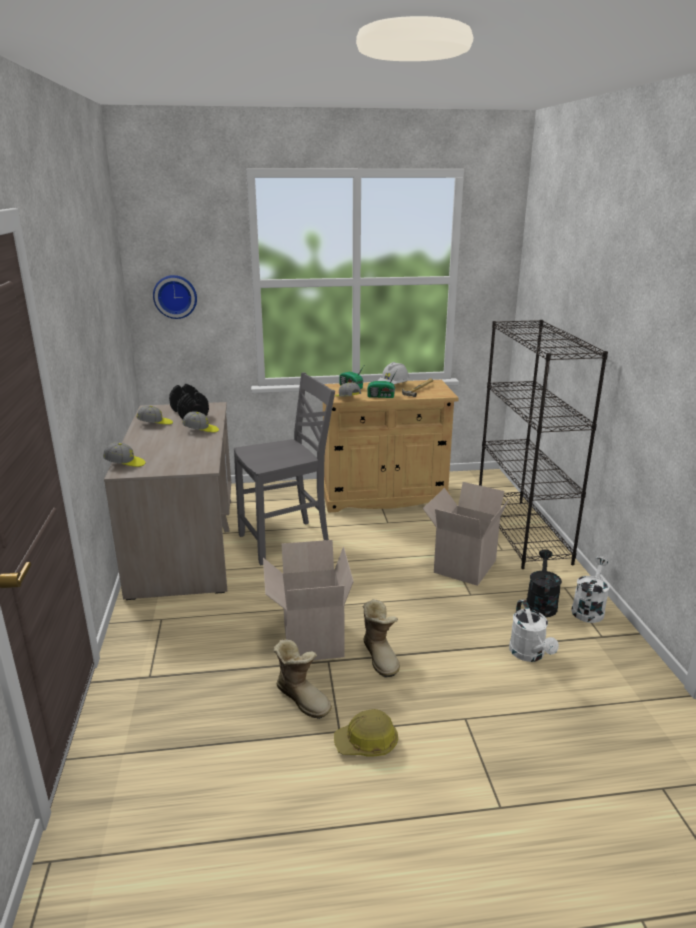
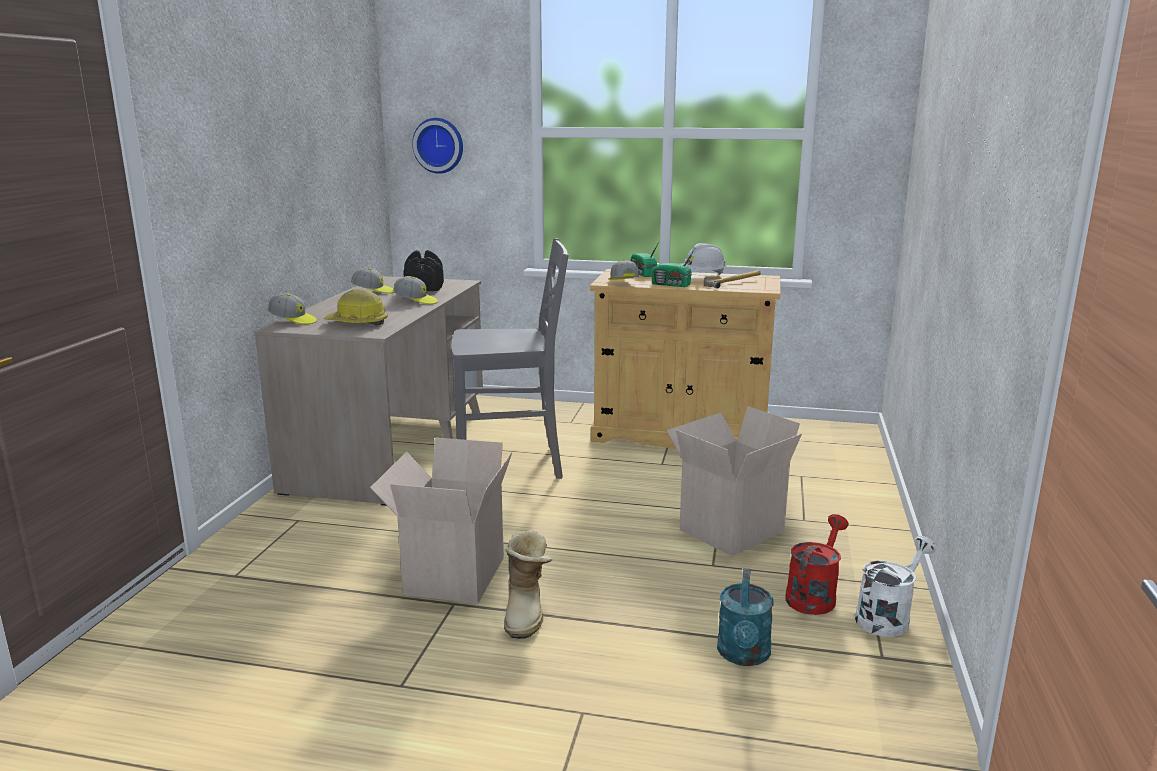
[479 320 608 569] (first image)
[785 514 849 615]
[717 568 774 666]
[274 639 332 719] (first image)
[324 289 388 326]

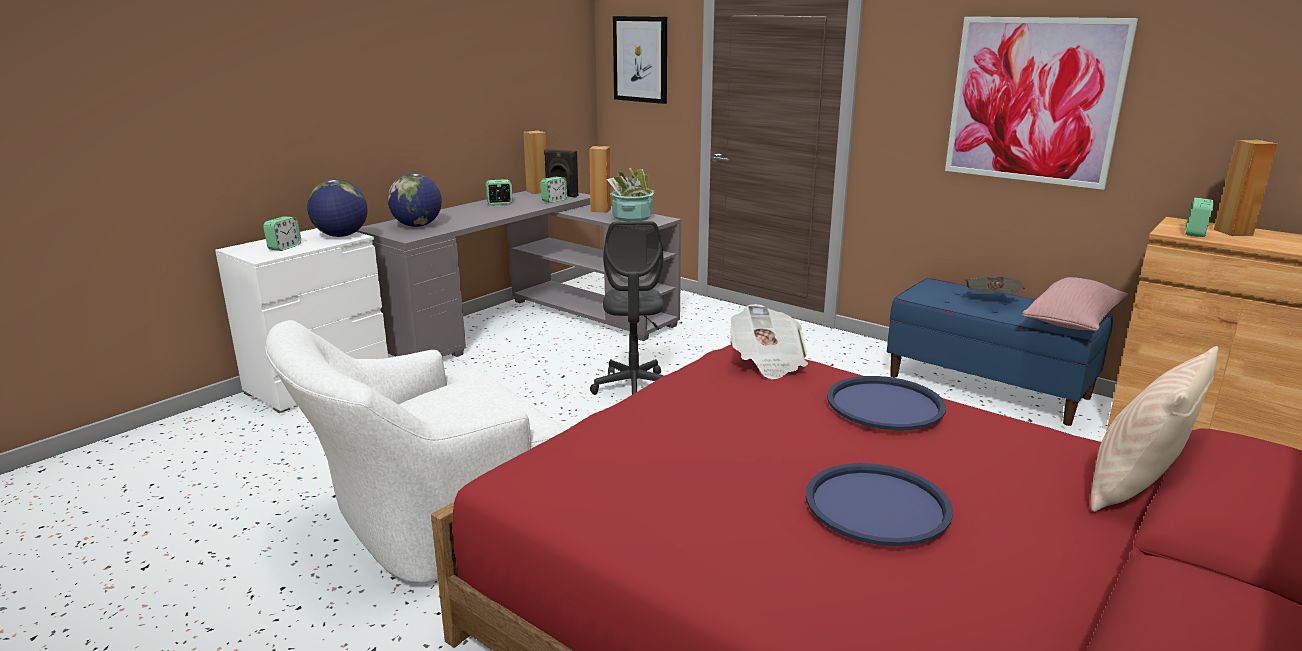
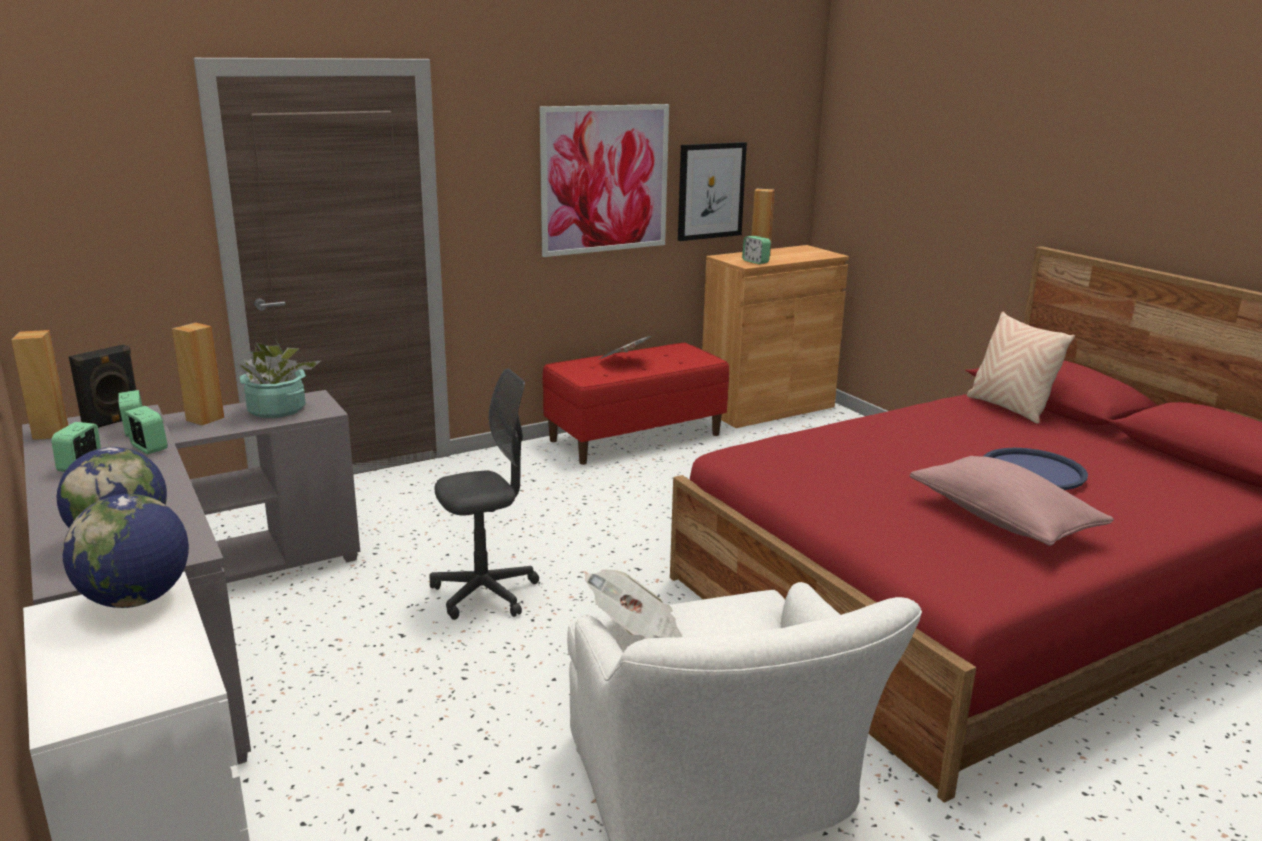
[678 142 747 241]
[124 406 168 454]
[429 368 539 620]
[909 456 1114 546]
[543 343 729 465]
[585 570 683 638]
[827 376 946 430] (first image)

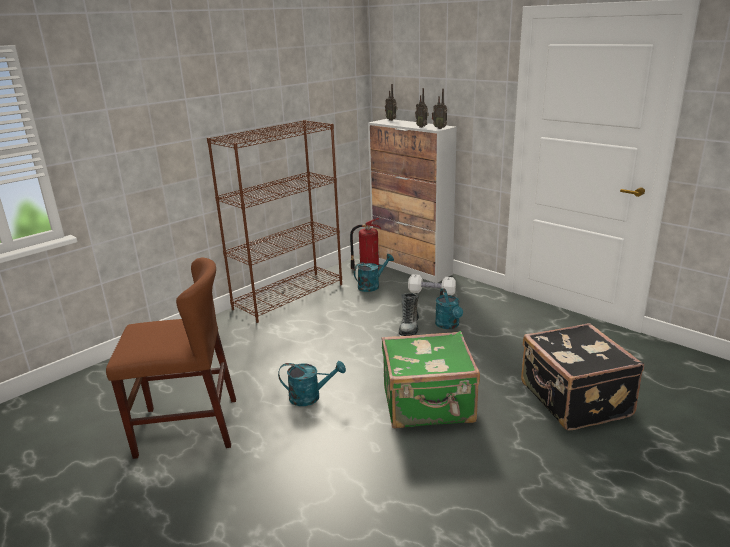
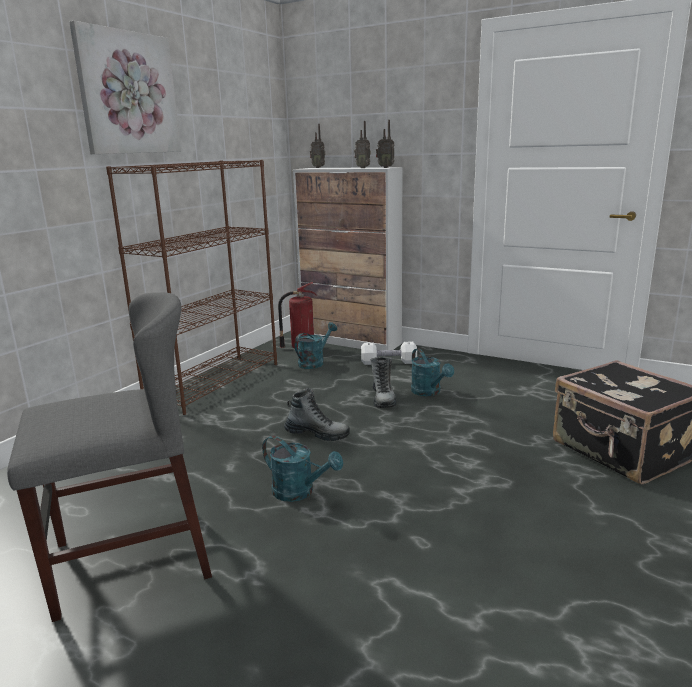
[7 292 212 622]
[382 331 480 429] (first image)
[262 436 343 502]
[69 21 181 154]
[284 388 350 441]

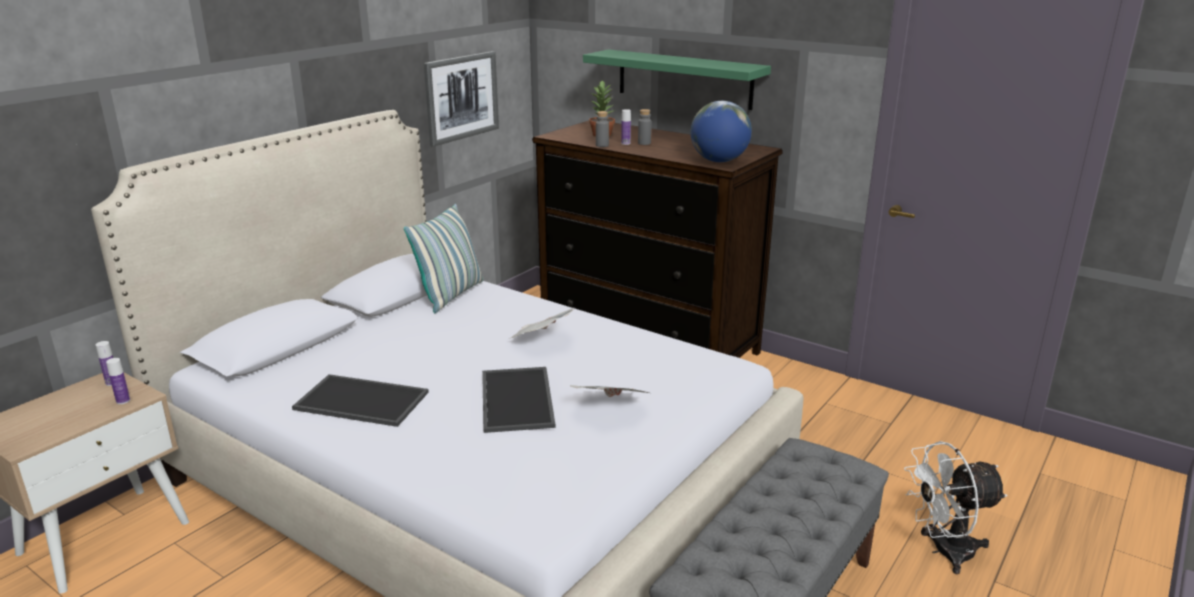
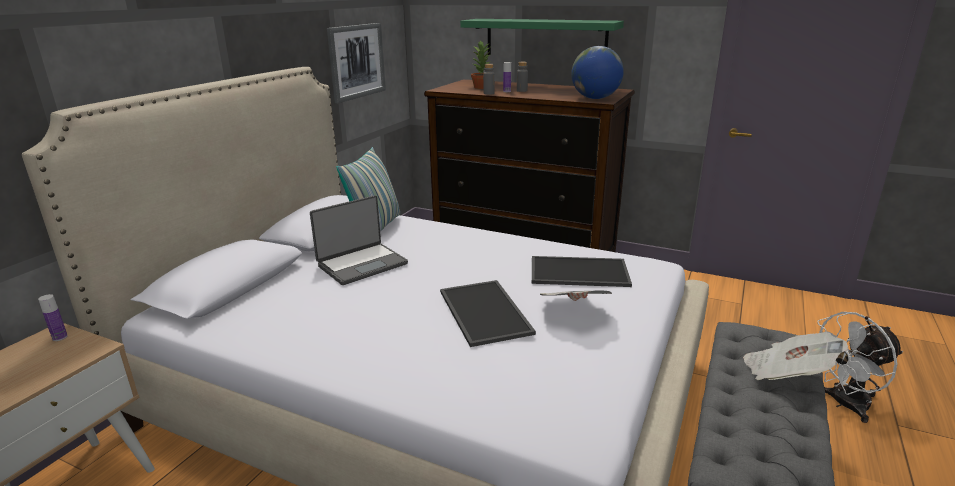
[743 332 848 380]
[106 358 130 404] (first image)
[532 256 632 287]
[310 195 408 285]

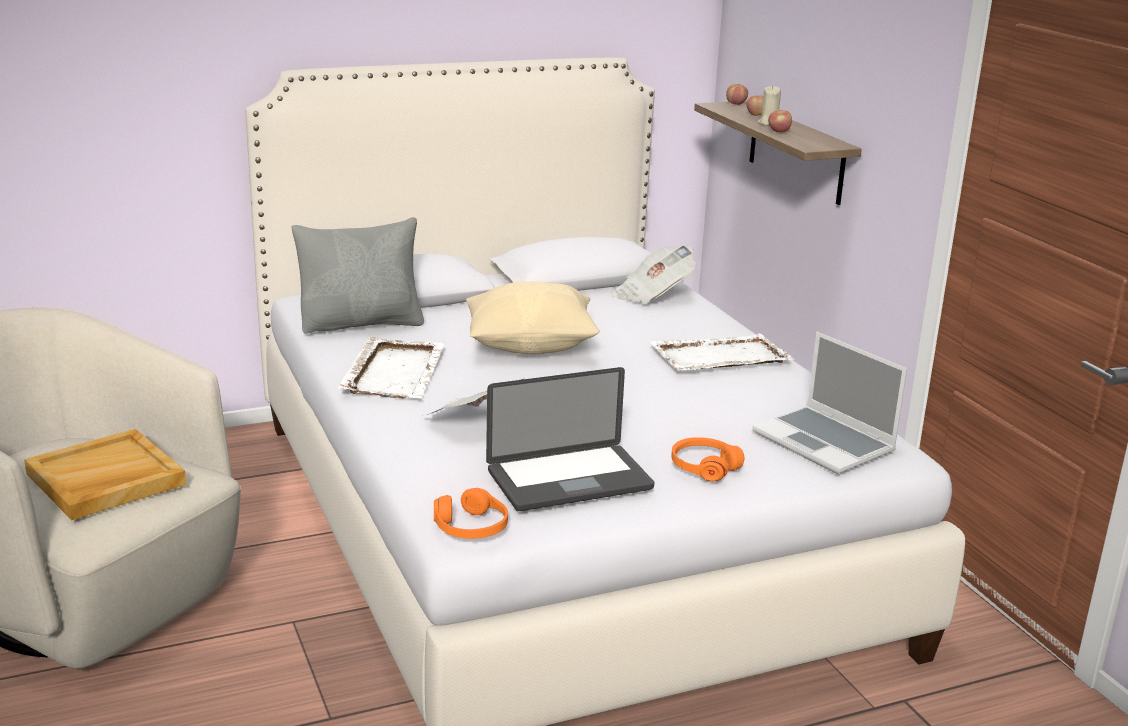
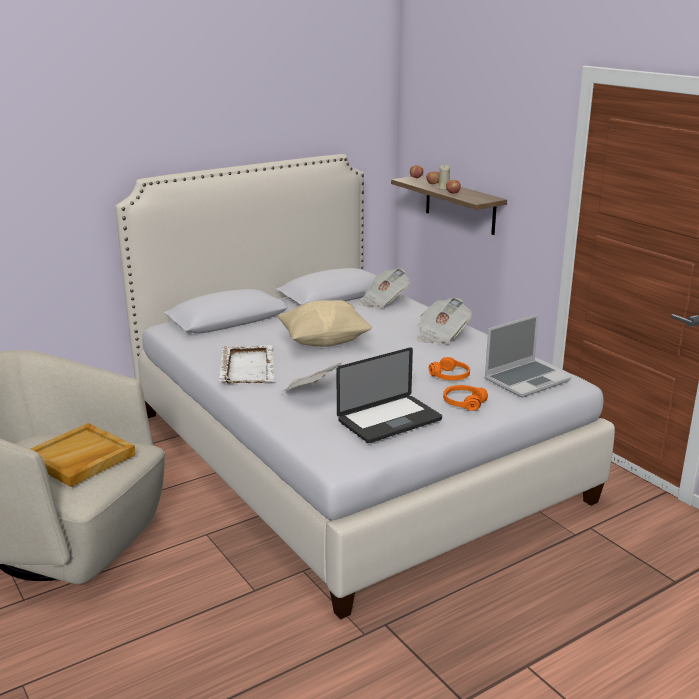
[291 217 424 334] (first image)
[484 314 571 398]
[417 298 472 343]
[429 357 470 380]

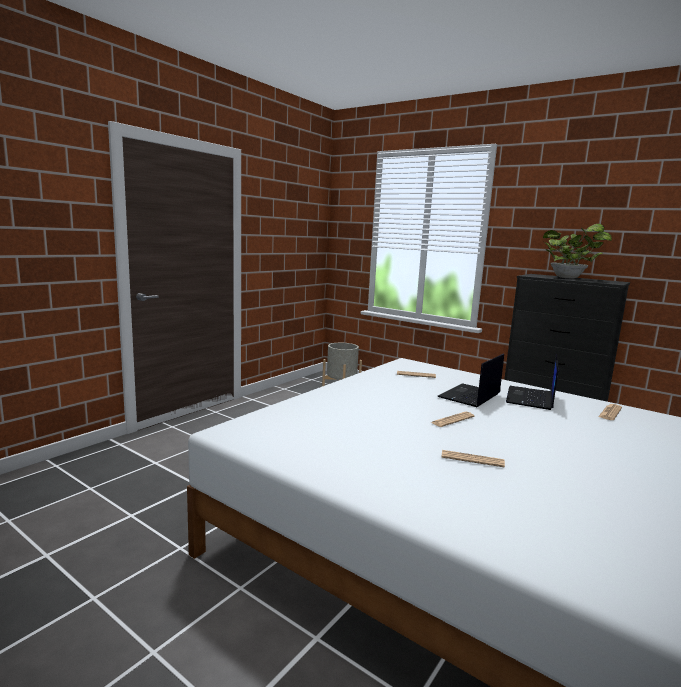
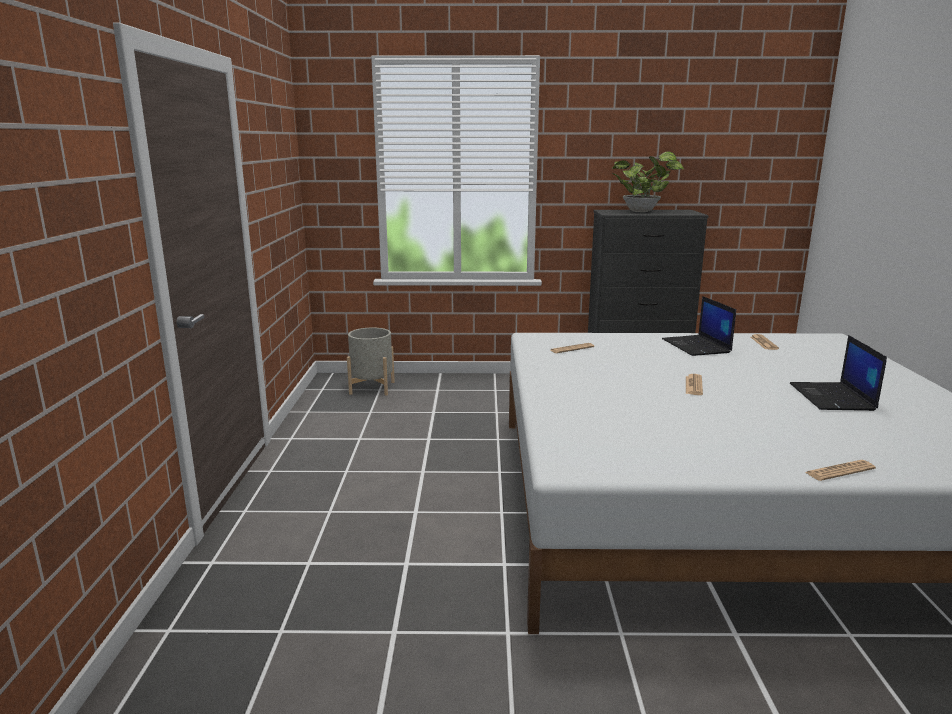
[790 335 887 411]
[805 460 876 481]

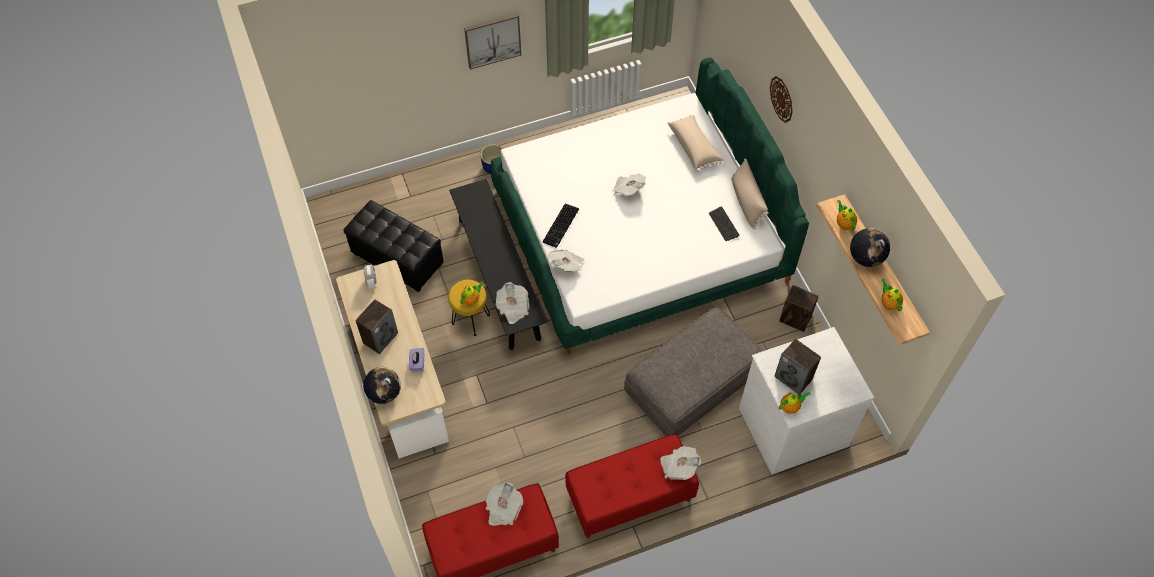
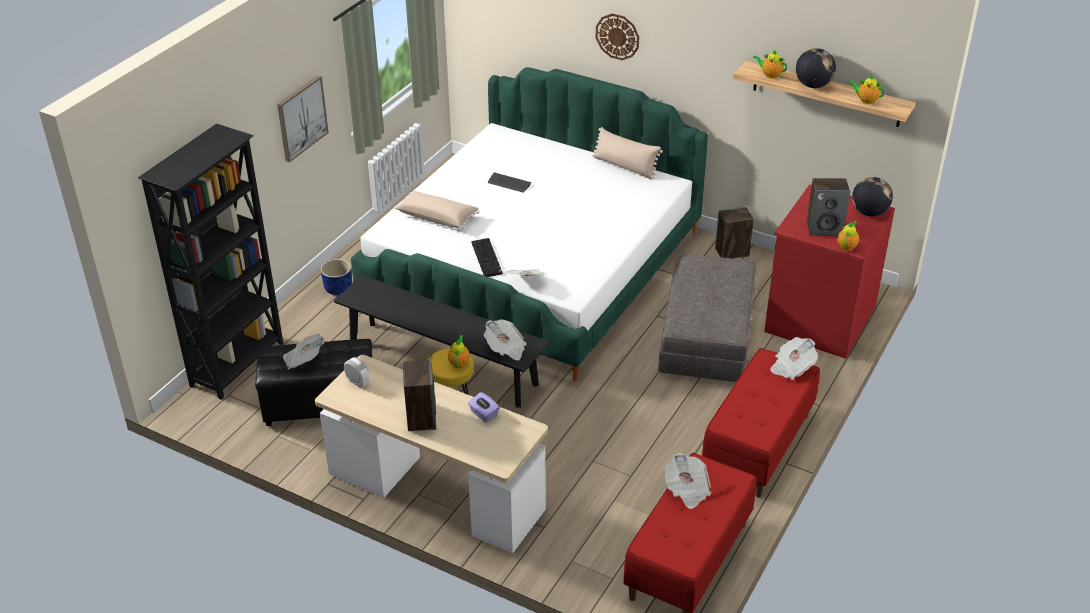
[394 191 479 228]
[283 333 325 370]
[488 172 531 193]
[764 184 895 358]
[852 177 893 216]
[138 124 283 400]

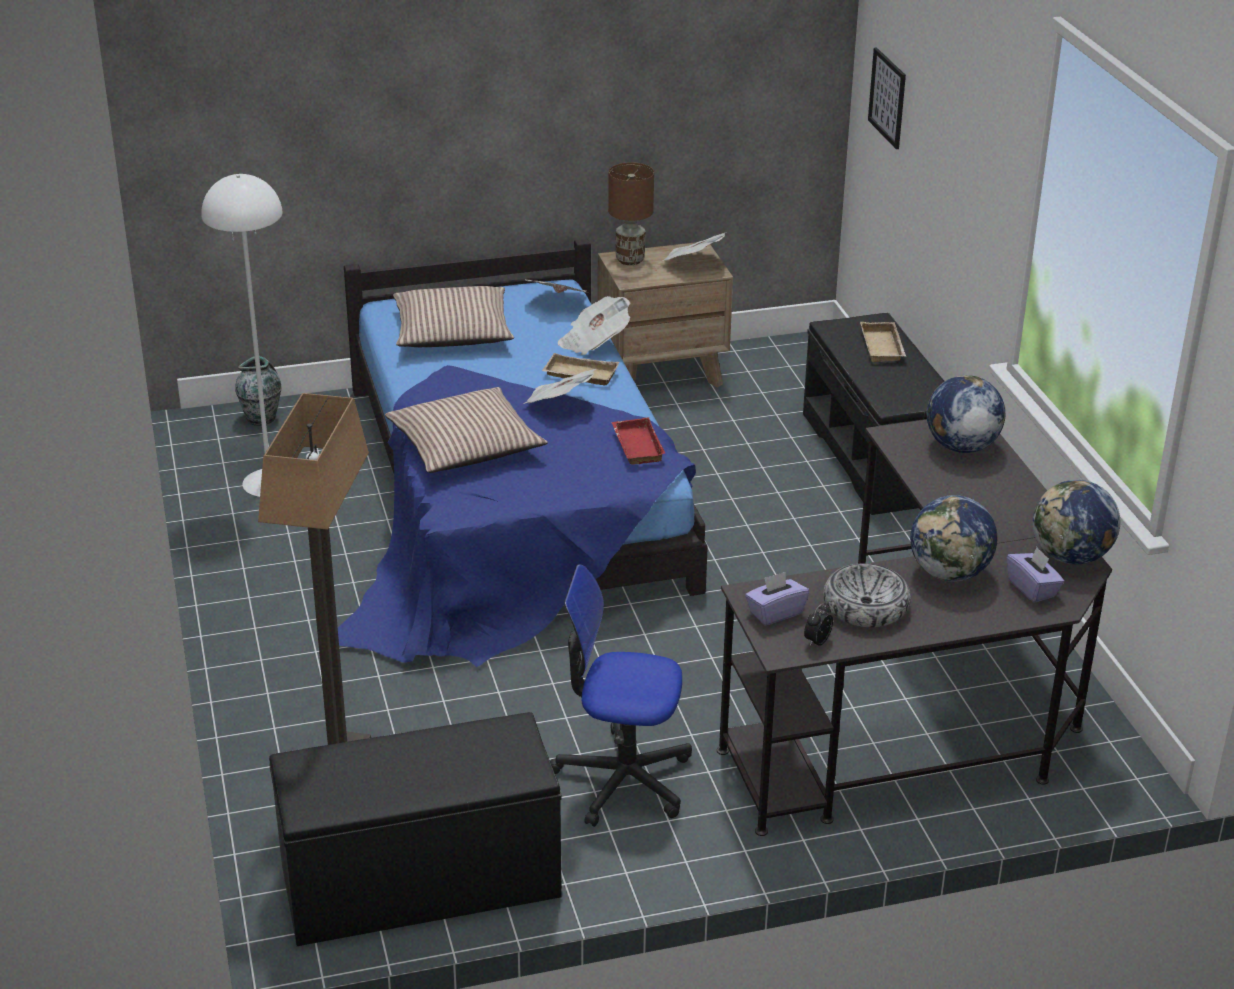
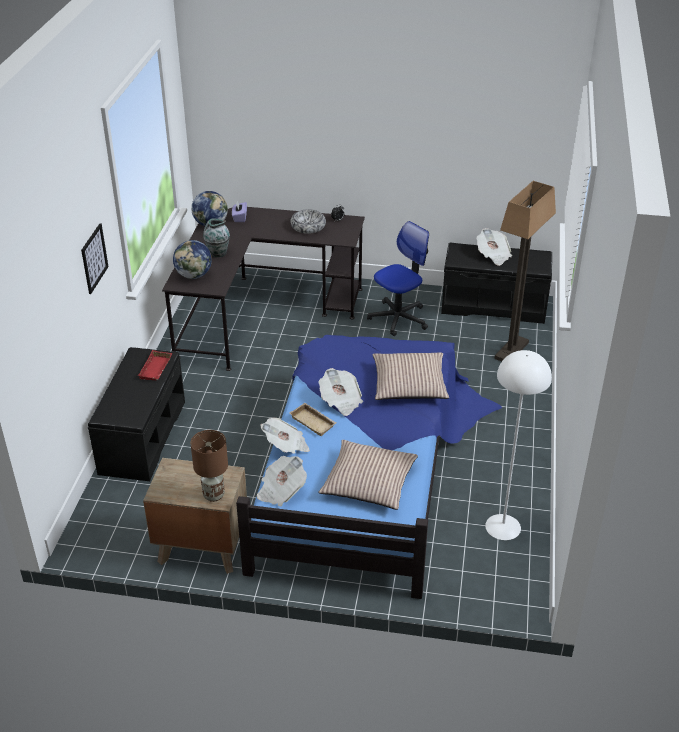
[81 223 109 294]
[476 228 512 266]
[860 322 906 362] (first image)
[203 218 230 257]
[138 350 172 381]
[910 495 997 582] (first image)
[367 221 429 336]
[745 572 809 625] (first image)

